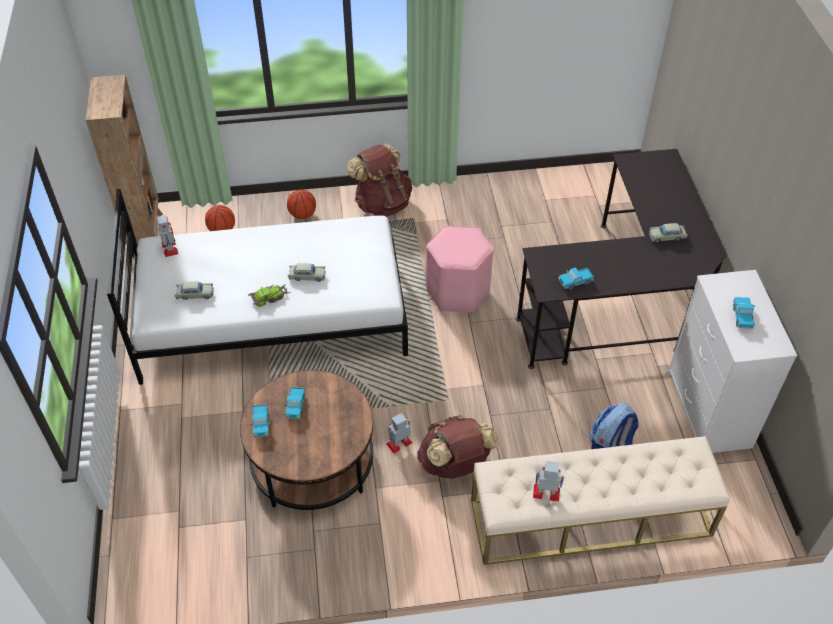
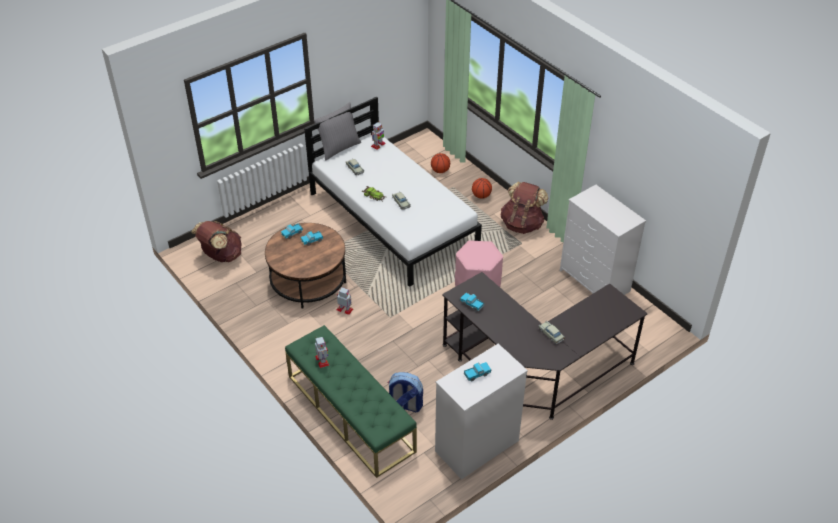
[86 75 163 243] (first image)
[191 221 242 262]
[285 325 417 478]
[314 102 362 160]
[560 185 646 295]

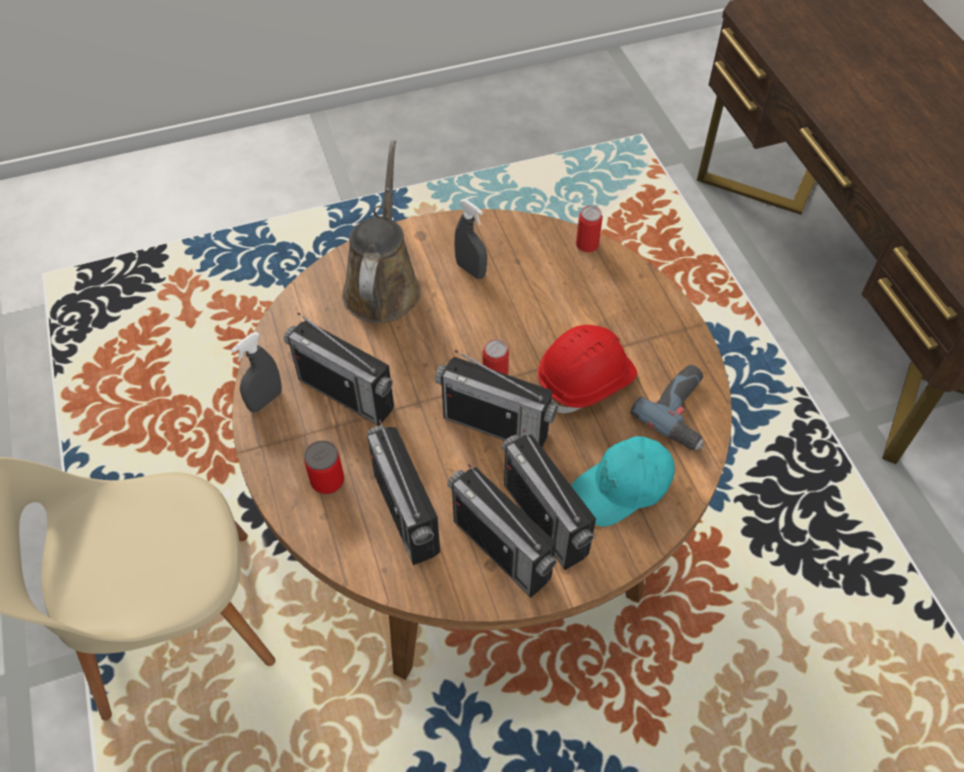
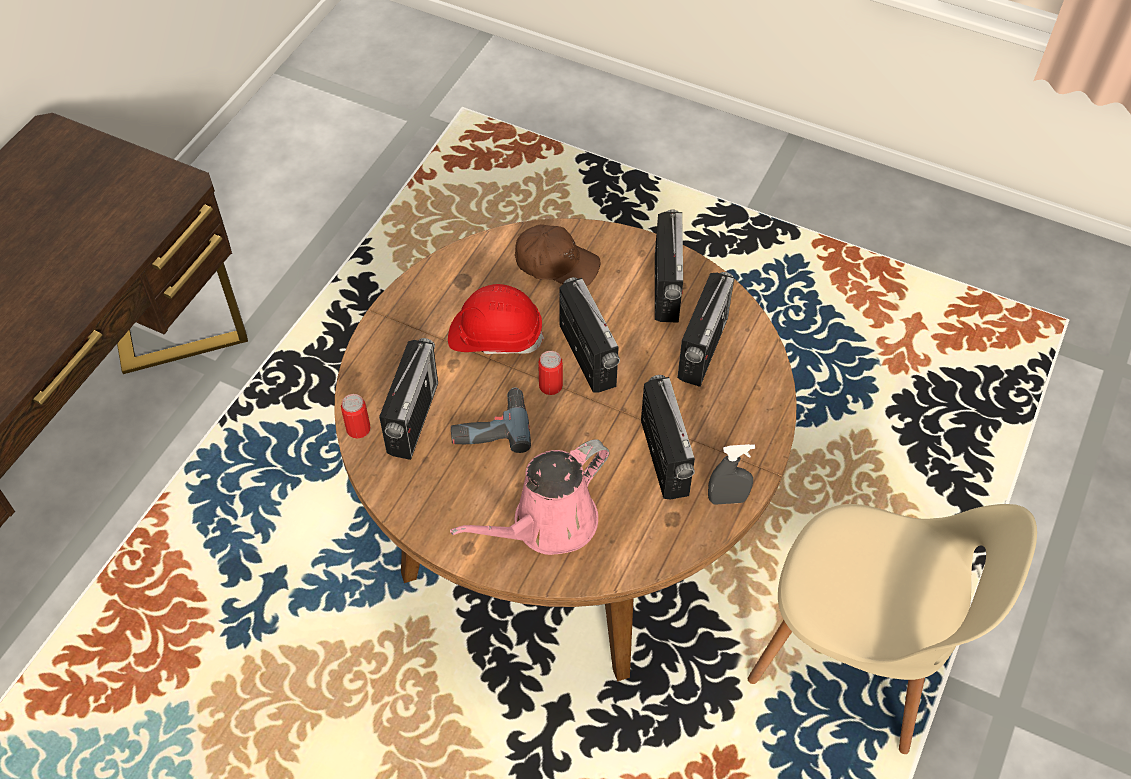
[450 439 609 555]
[455 199 487 279] (first image)
[451 387 531 453]
[379 338 438 460]
[515 224 601 286]
[304 441 344 494] (first image)

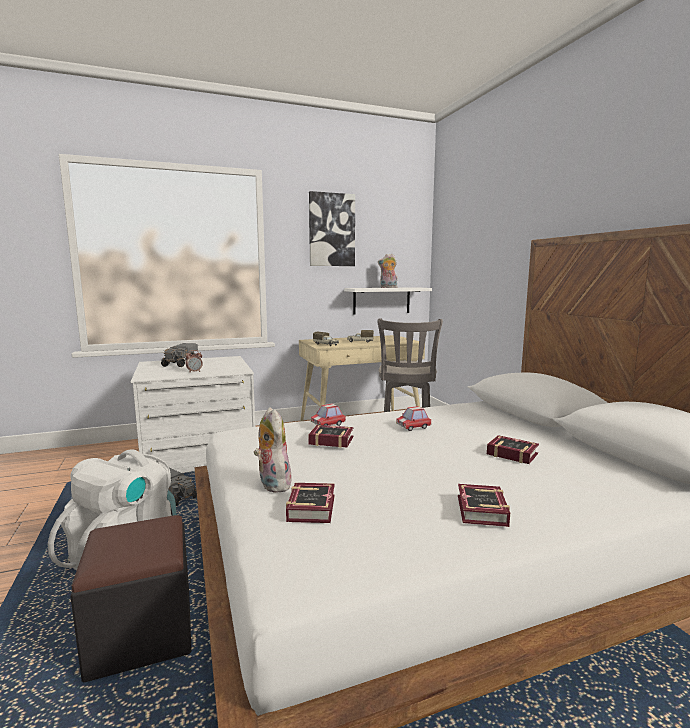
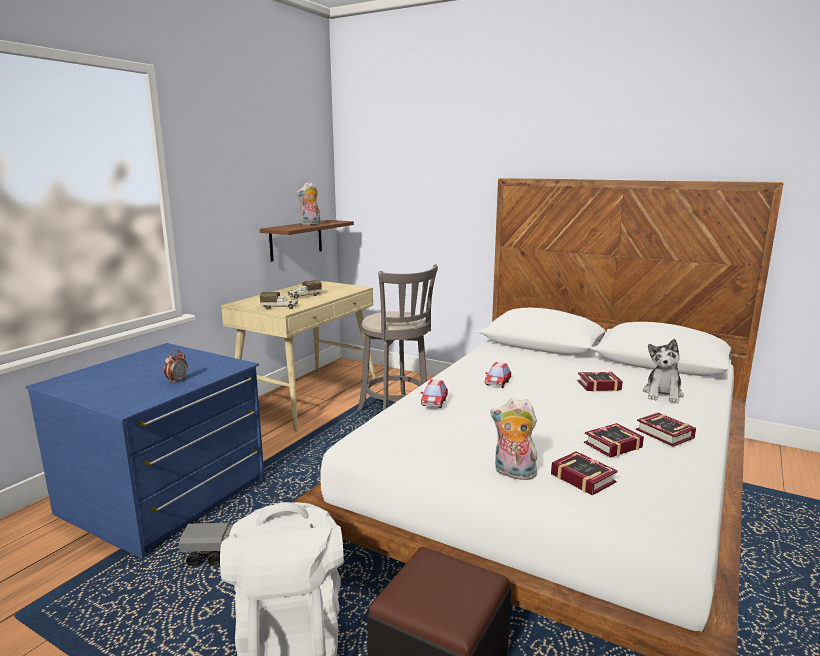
[309 191 355 266] (first image)
[260 220 354 261]
[161 343 198 367] (first image)
[25 343 265 559]
[584 423 644 458]
[643 339 684 403]

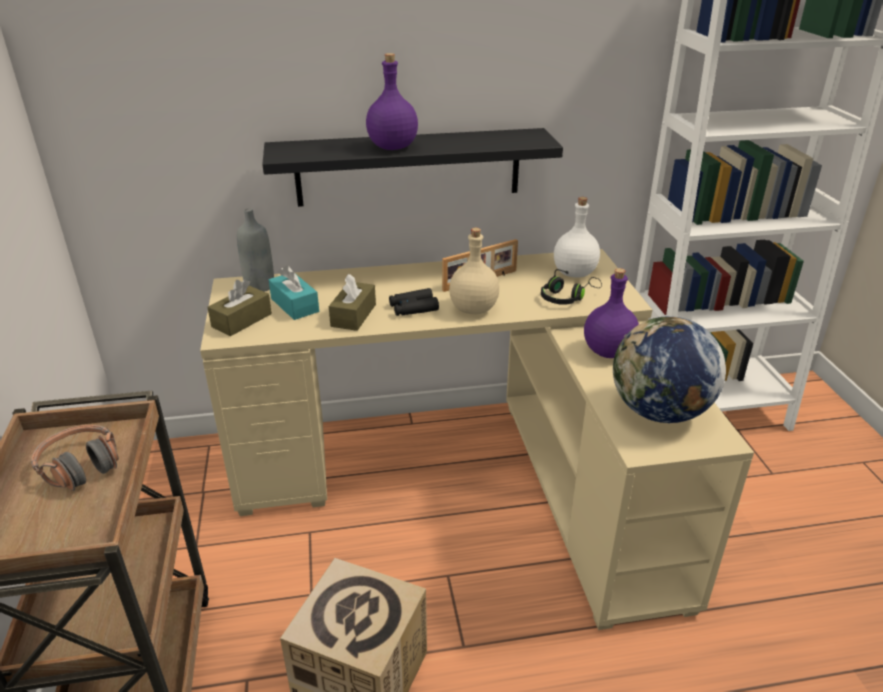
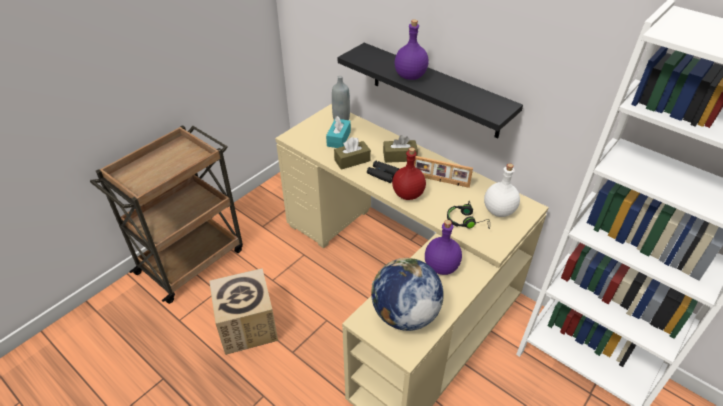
[392 147 426 200]
[383 135 418 163]
[31 425 119 491] (first image)

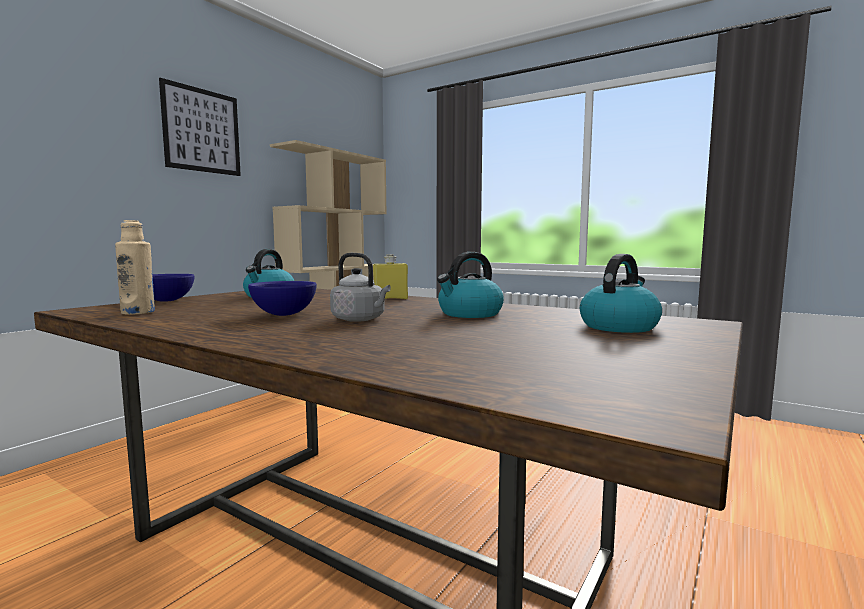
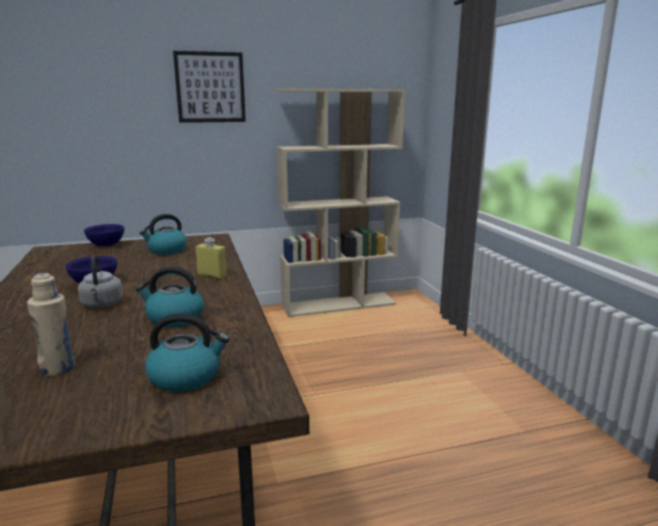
[27 273 75 376]

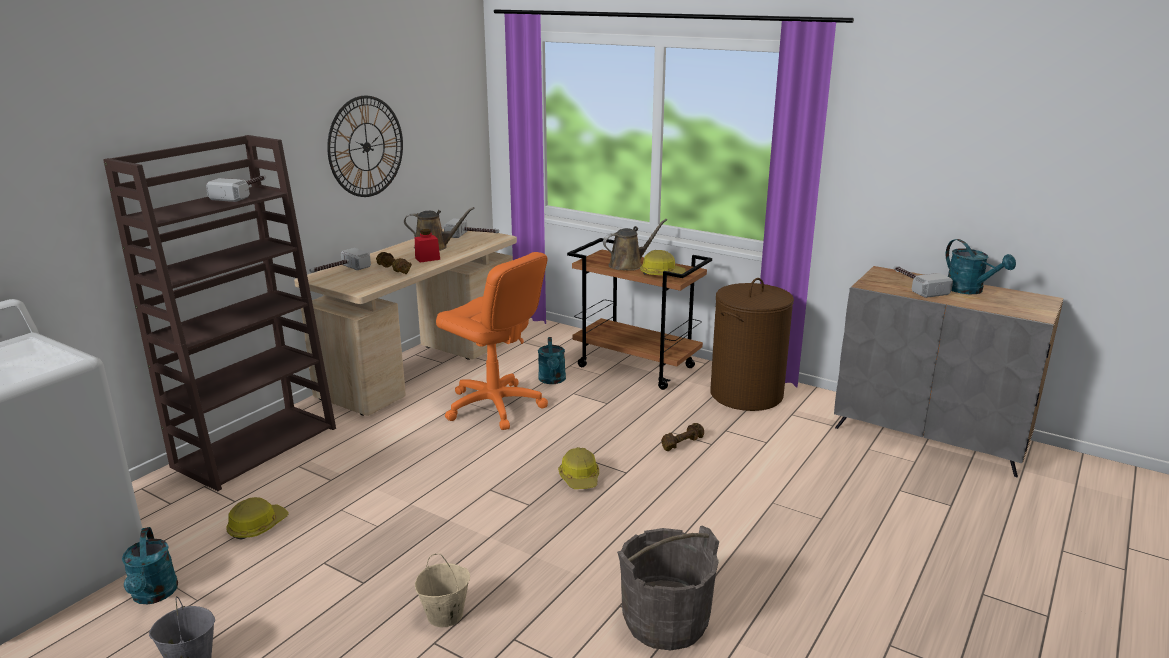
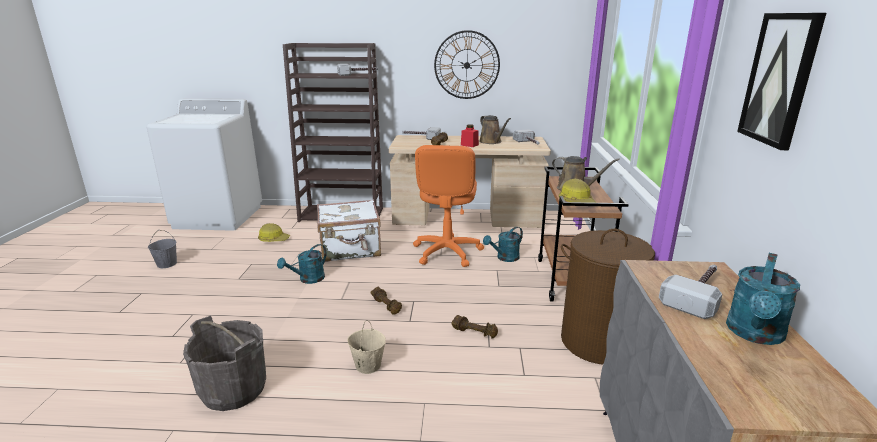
[370 287 402 315]
[277 244 326 284]
[347 320 386 374]
[737 13 826 150]
[317 200 381 262]

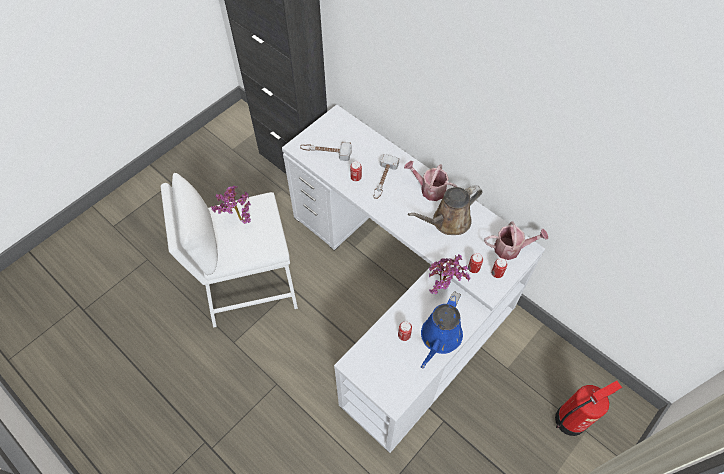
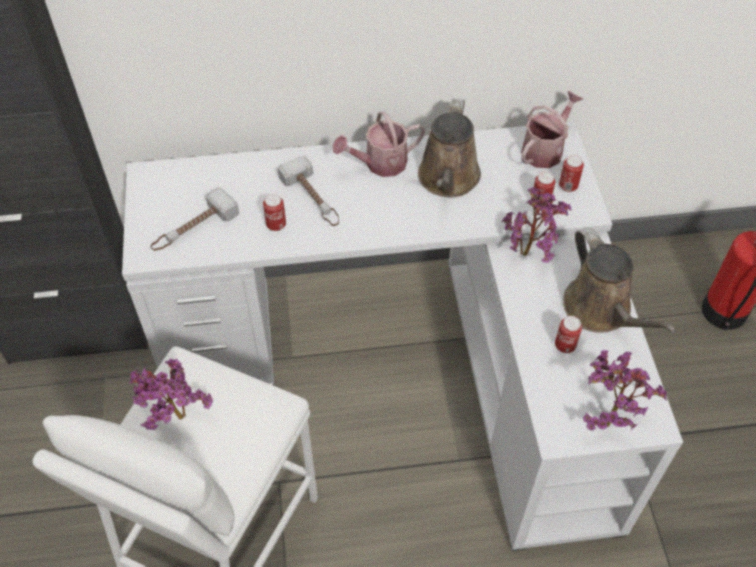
[563 227 676 333]
[583 350 667 431]

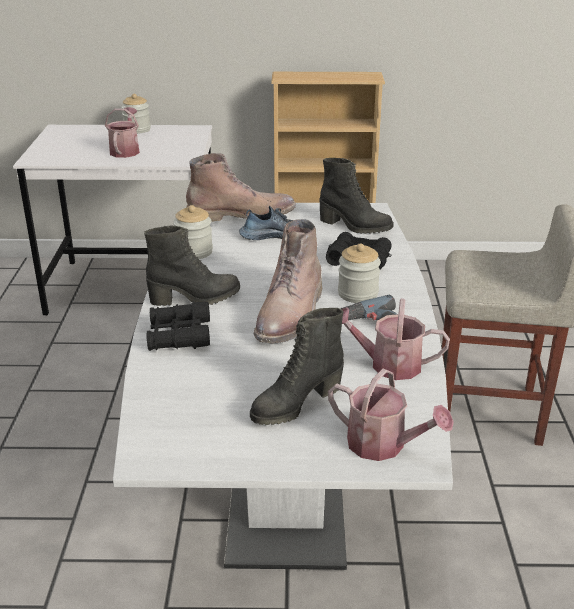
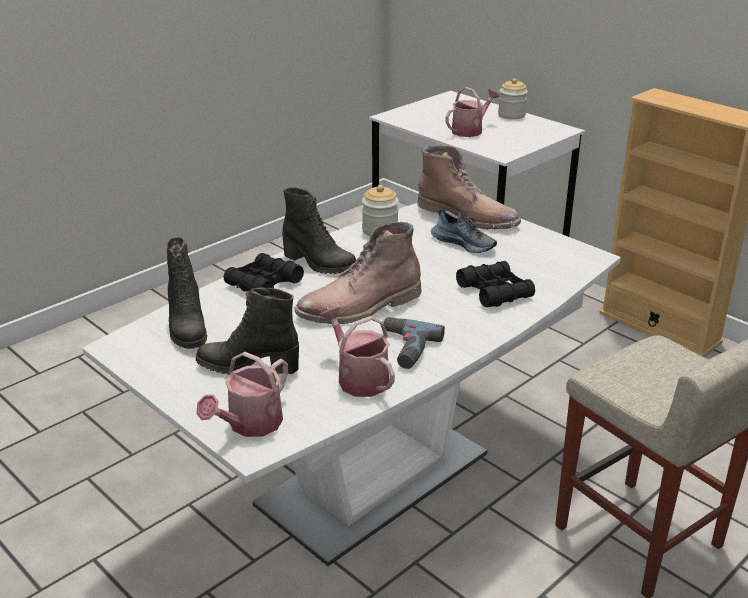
[167 237 207 349]
[338 243 381 303] (first image)
[196 352 288 437]

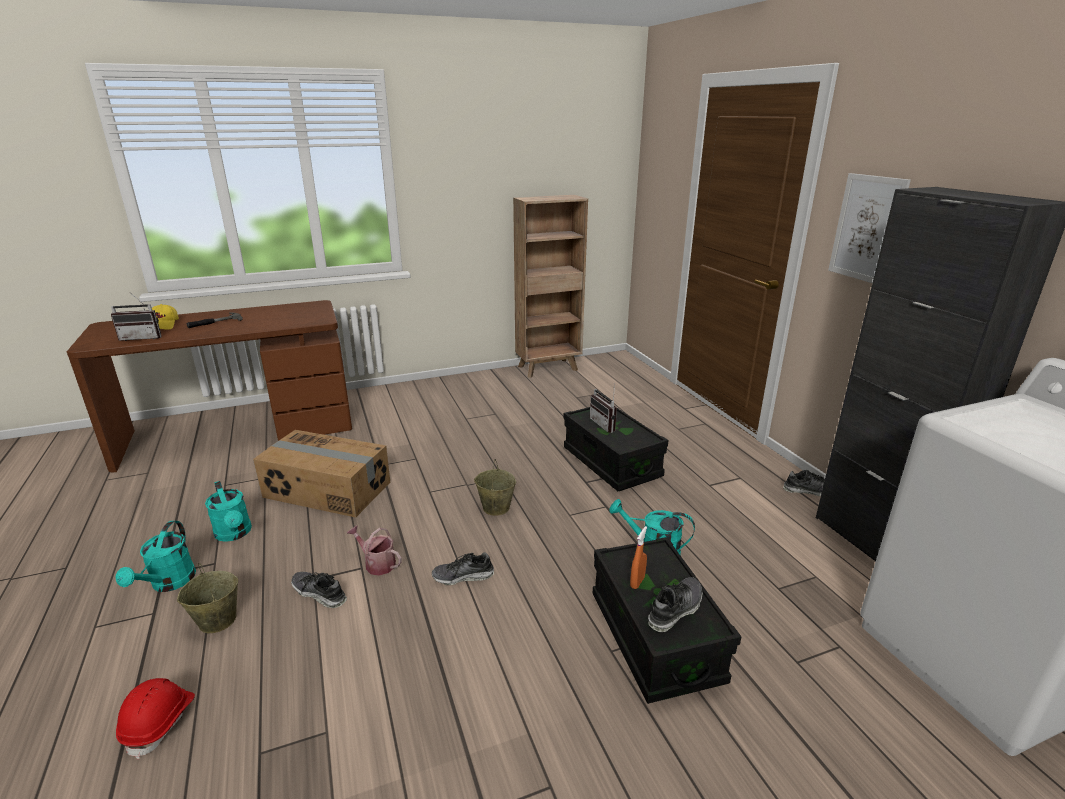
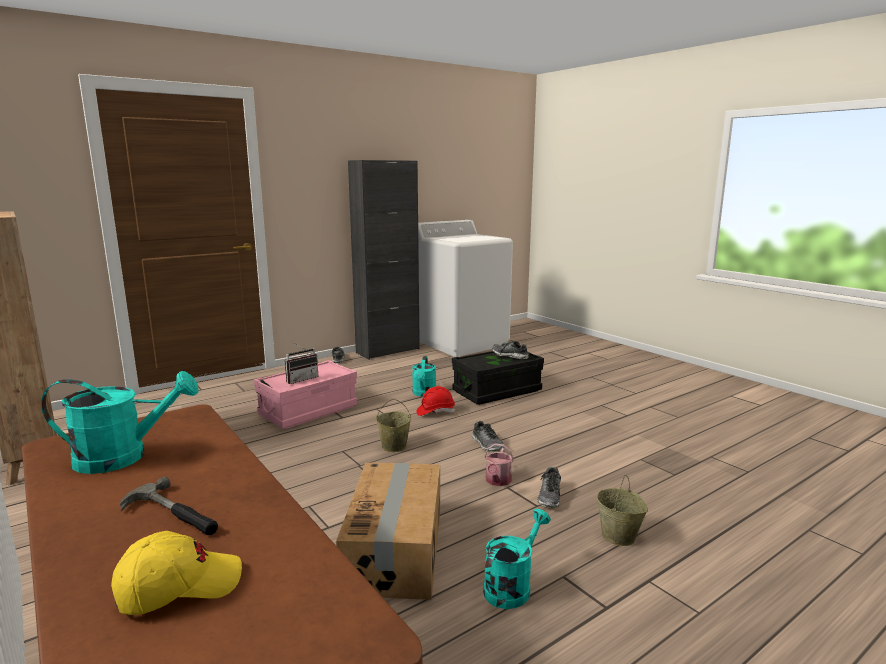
[828 173 911 283] (first image)
[111 292 162 341] (first image)
[254 360 357 429]
[41 371 198 474]
[630 526 647 589] (first image)
[416 386 455 416]

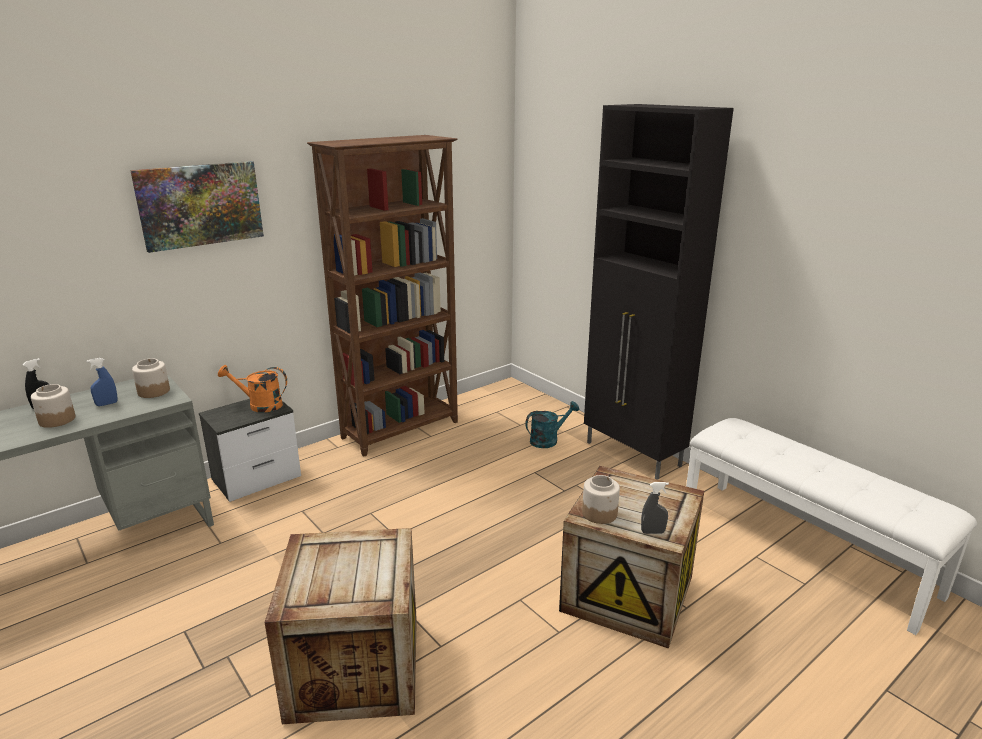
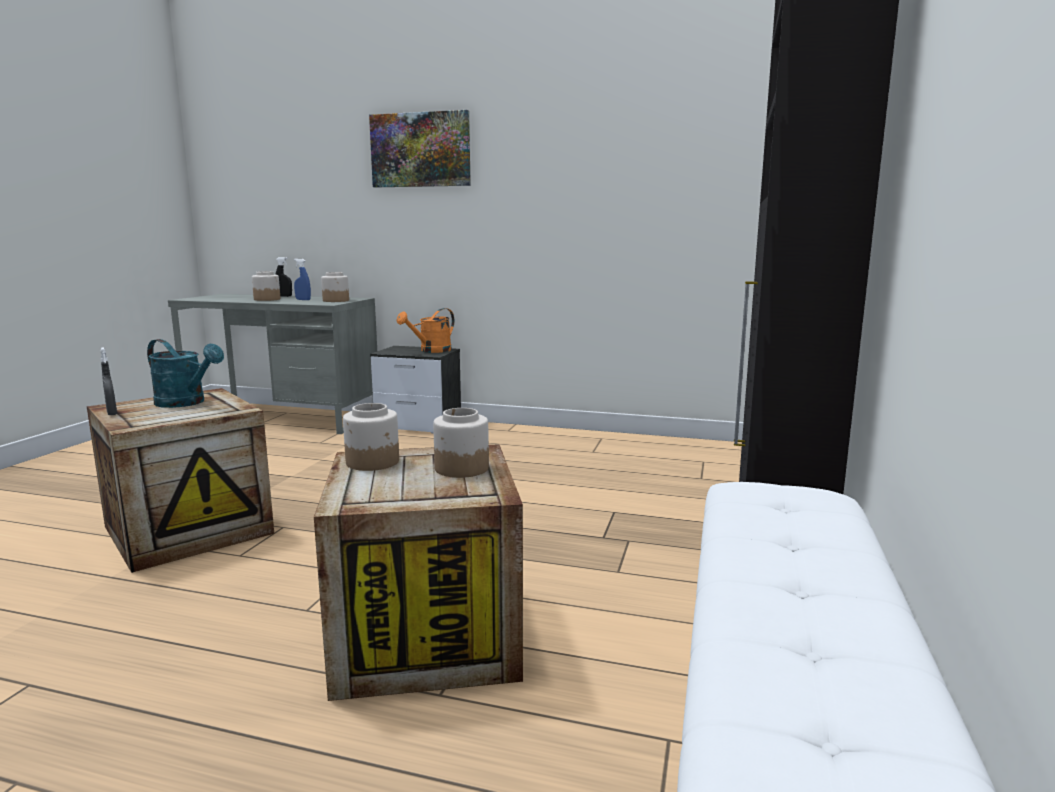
[307 135 458 457] (first image)
[397 308 454 353]
[147 339 224 408]
[100 347 117 415]
[433 408 489 478]

